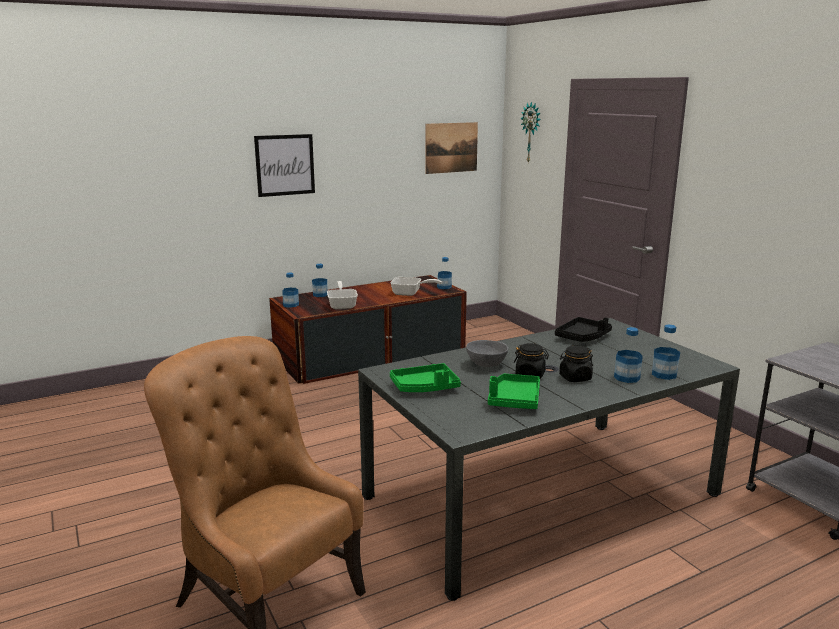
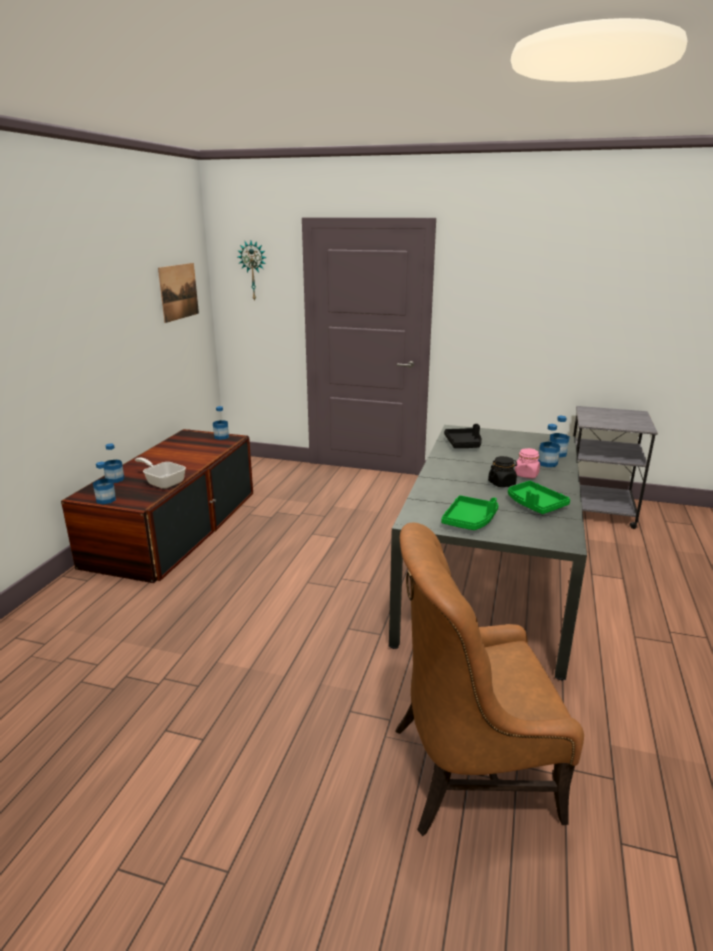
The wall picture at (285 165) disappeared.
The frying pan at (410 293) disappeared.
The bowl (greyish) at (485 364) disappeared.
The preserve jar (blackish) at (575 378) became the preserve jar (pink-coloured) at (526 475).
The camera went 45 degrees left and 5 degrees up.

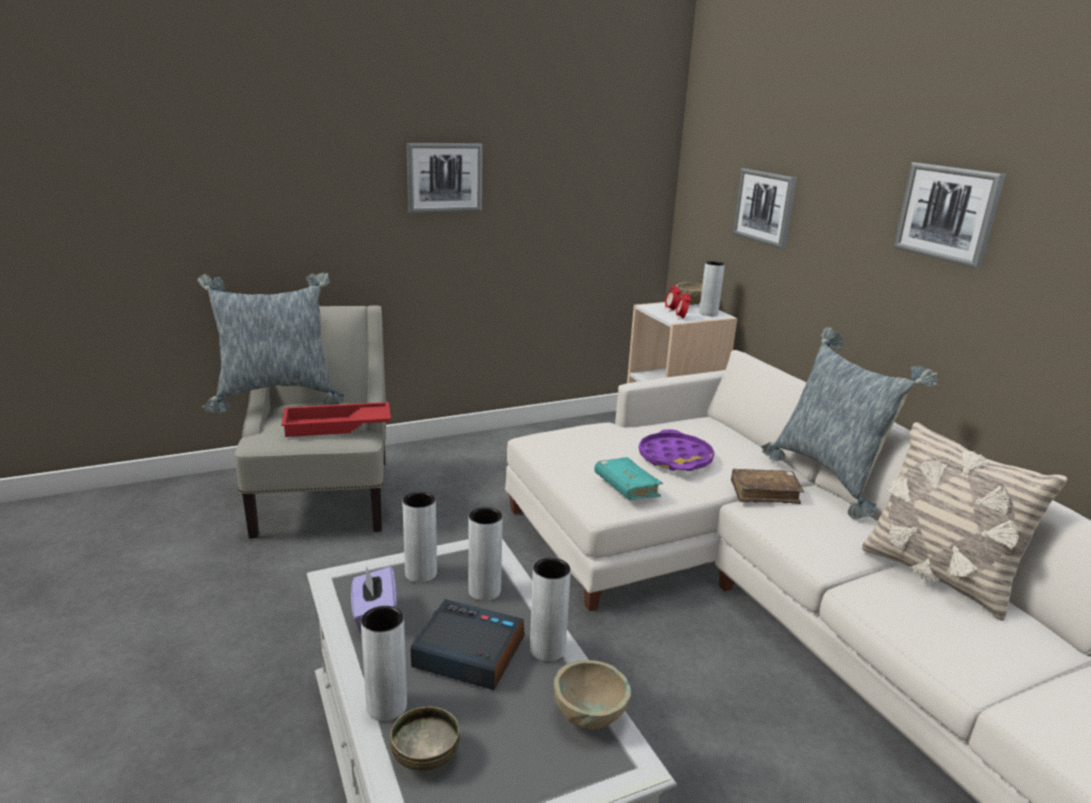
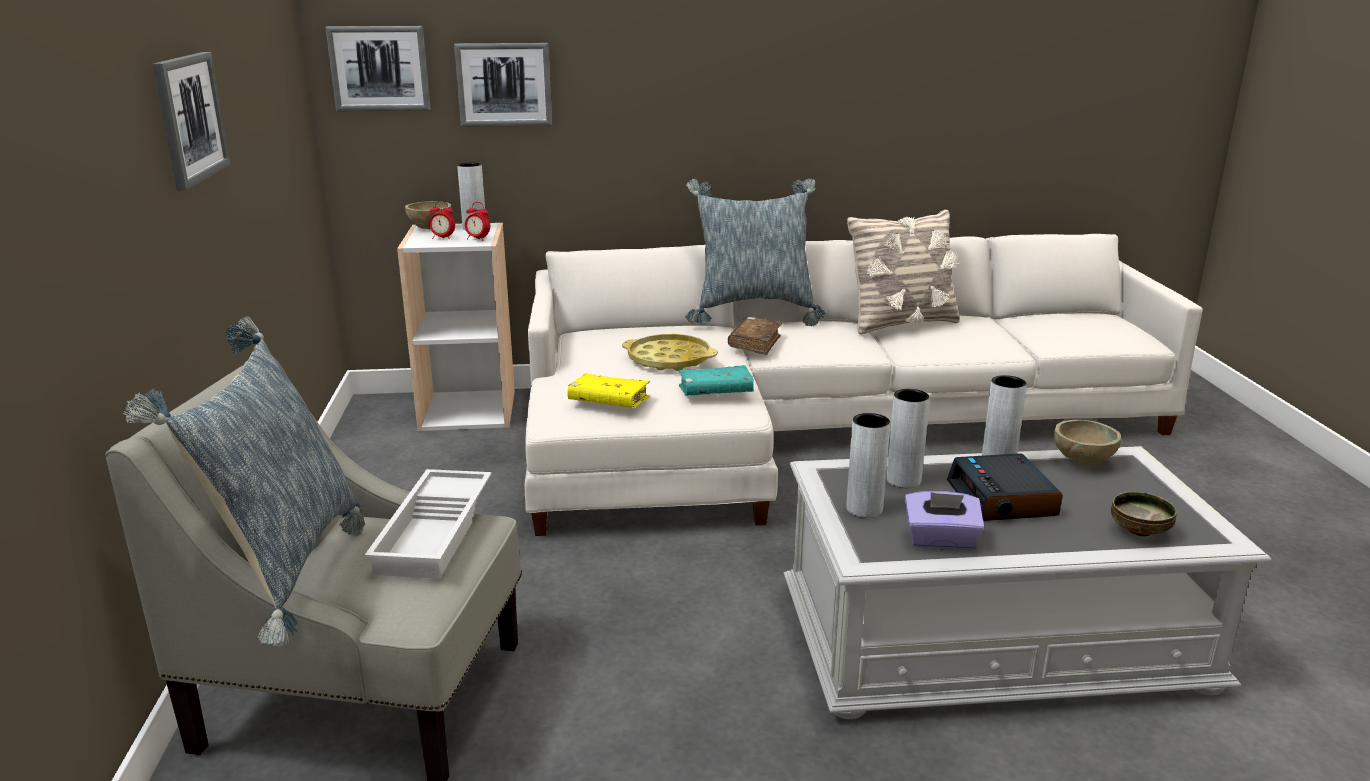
The wall picture moved from (947 213) to (379 68).
The serving tray (reddish) at (336 426) became the serving tray (whitish) at (437 532).
The serving tray (purple) at (675 458) became the serving tray (yellow-coloured) at (669 359).
The table clock at (467 653) turned 45 degrees counterclockwise.
The vase (greyish) at (386 706) disappeared.
The book (yellow-coloured) at (608 401) appeared.
The camera went 70 degrees left and 0 degrees up.

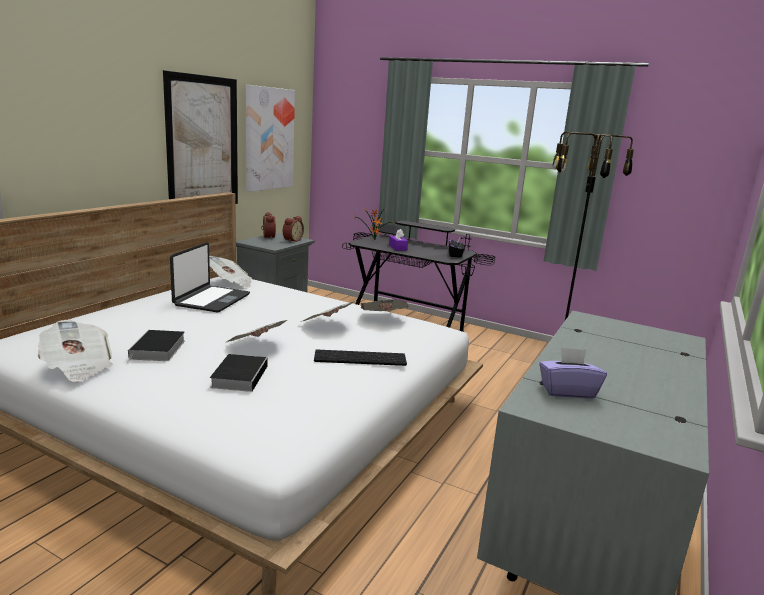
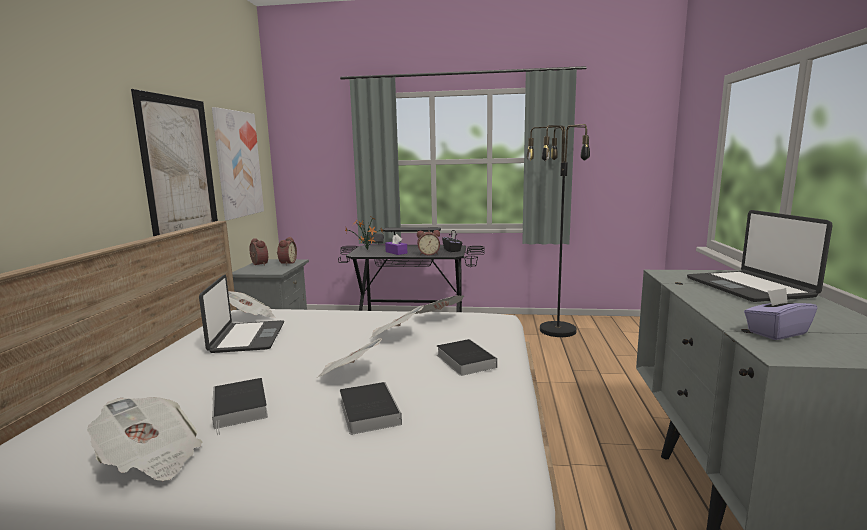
The keyboard at (359 358) was replaced by the book at (464 360).
The portable computer at (749 287) appeared.
The table clock at (428 254) appeared.
The camera went 20 degrees left and 5 degrees down.

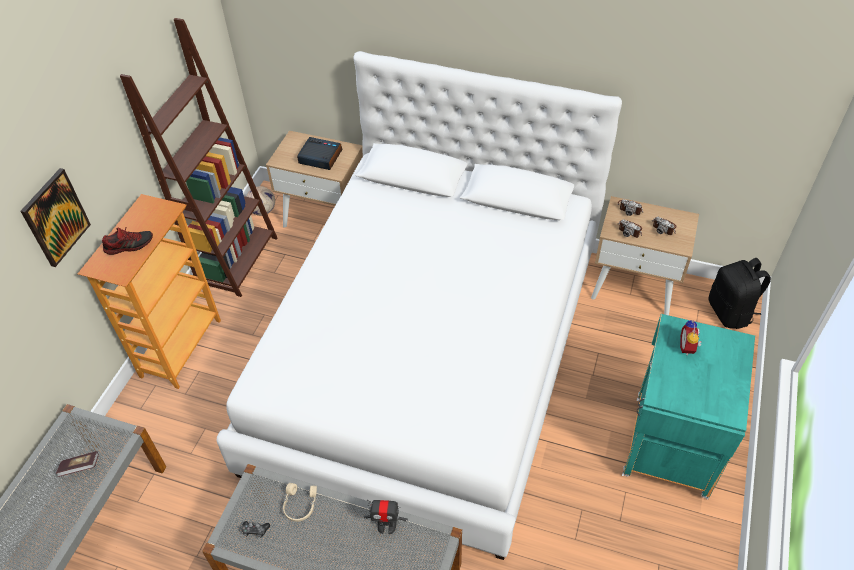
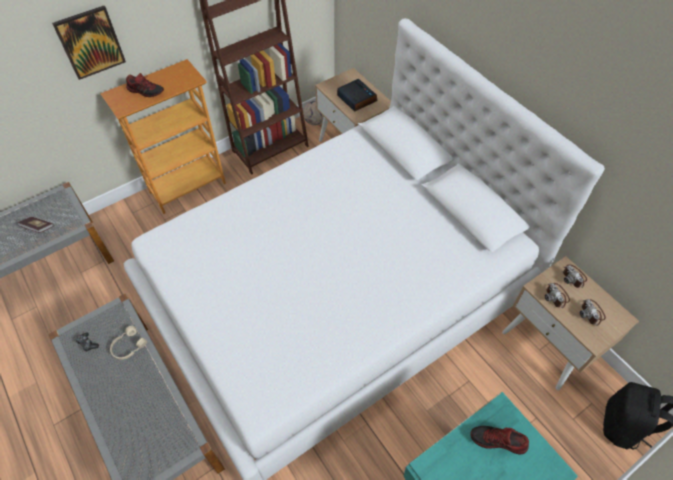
The table clock at (688 347) was replaced by the item of footwear at (498 441).
The robot figure at (386 526) disappeared.
The camera went 35 degrees right and 5 degrees up.

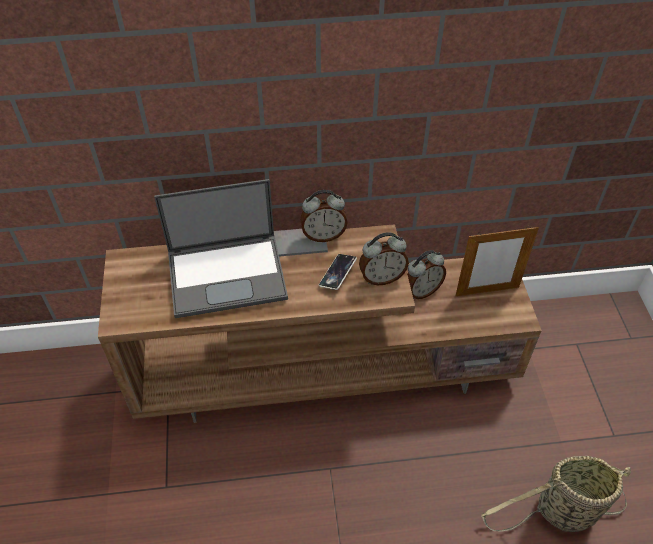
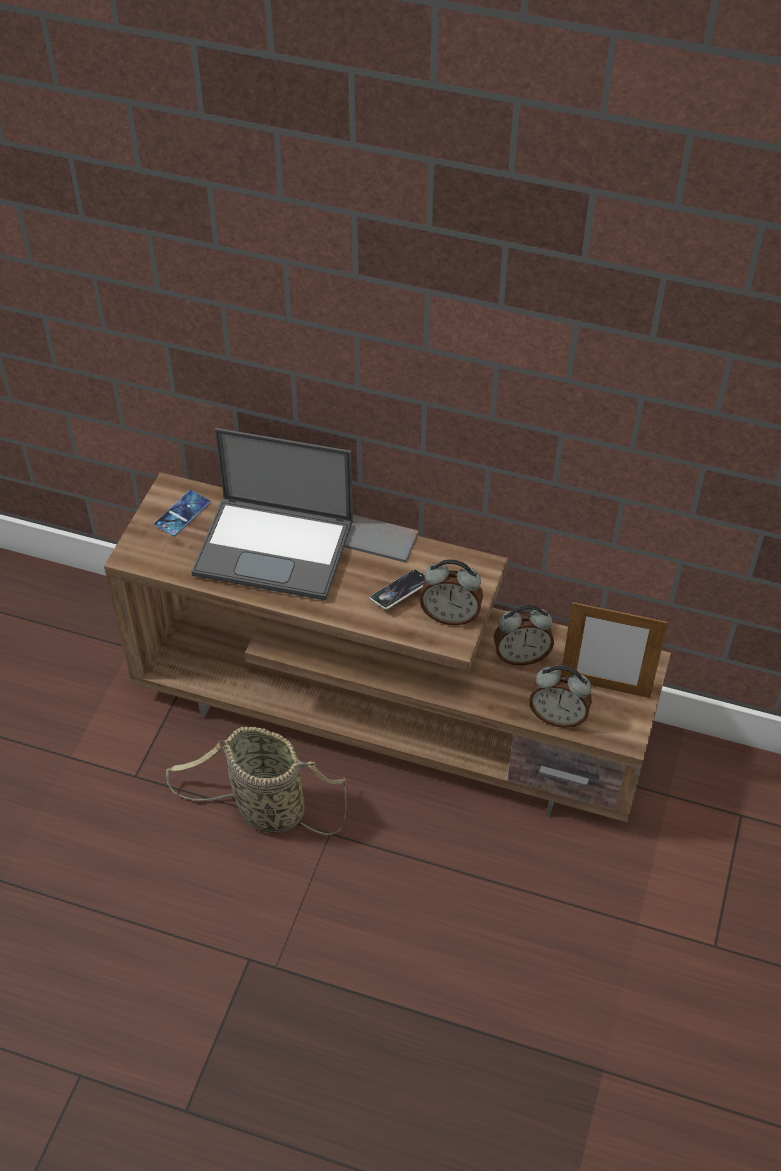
The table clock moved from (323 235) to (558 716).
The storage basket moved from (561 512) to (265 809).
The handset at (182 513) appeared.
The camera went 25 degrees right and 0 degrees up.

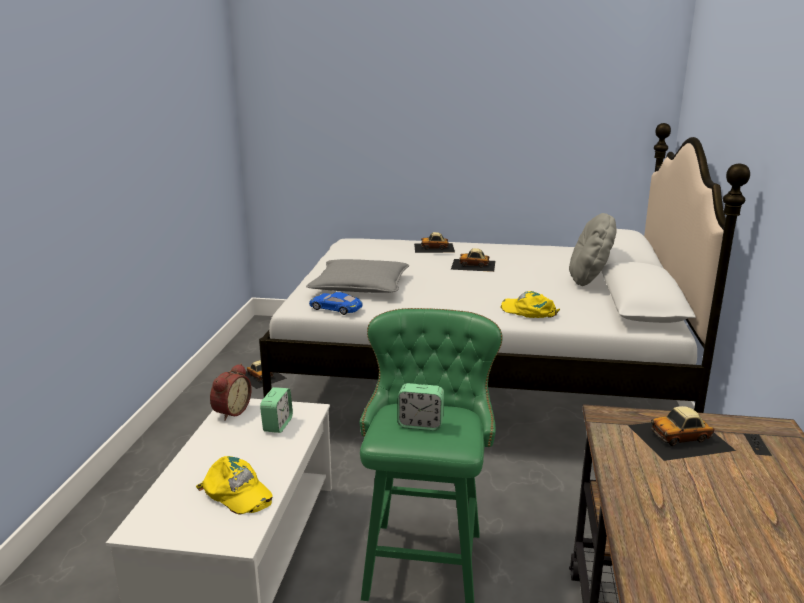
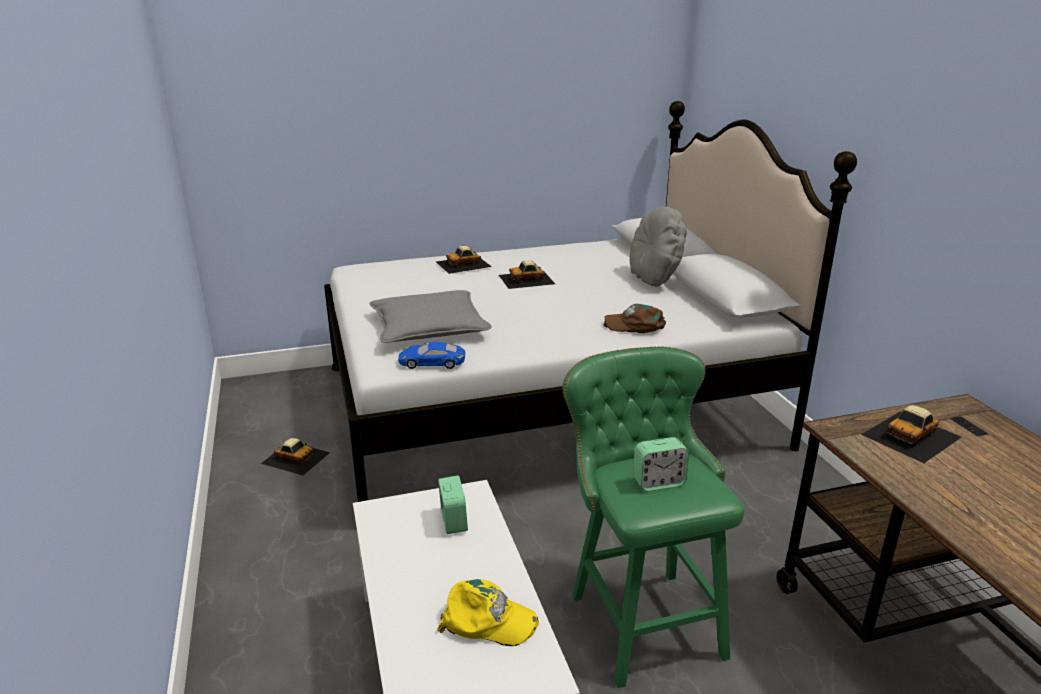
The baseball cap (yellow-coloured) at (529 311) became the baseball cap (brown-coloured) at (635 325).
The table clock at (230 411) disappeared.
The camera went 25 degrees left and 5 degrees up.

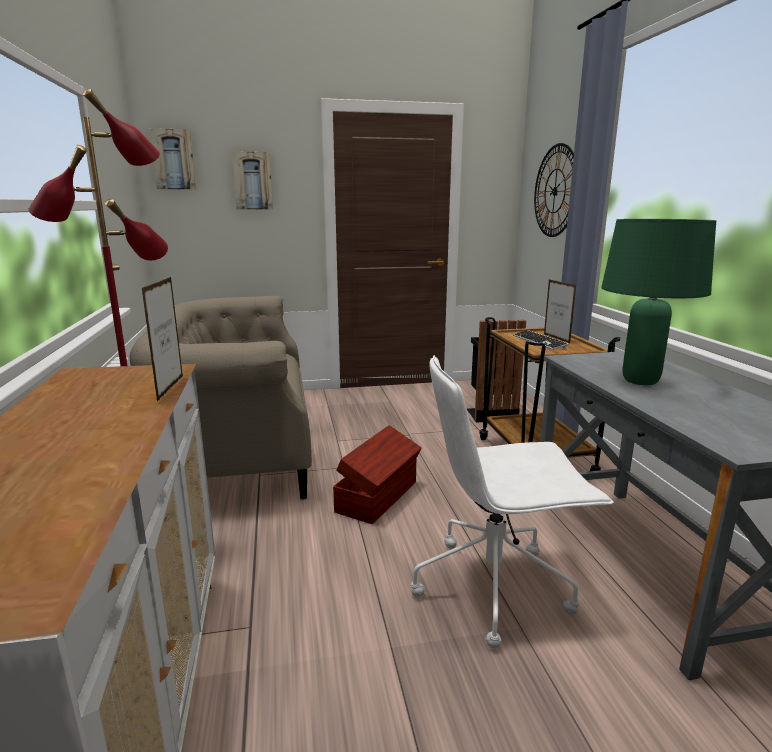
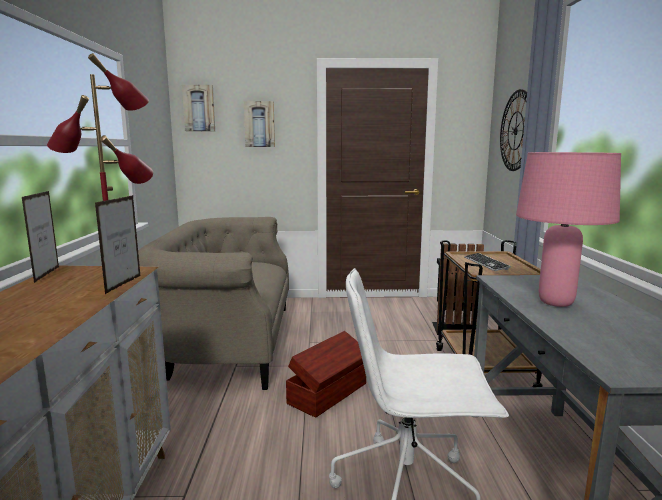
The tabletop lamp (greenish) at (639 381) became the tabletop lamp (pink-coloured) at (555 302).
The picture frame moved from (556 338) to (47 274).
The camera went 10 degrees right and 5 degrees down.

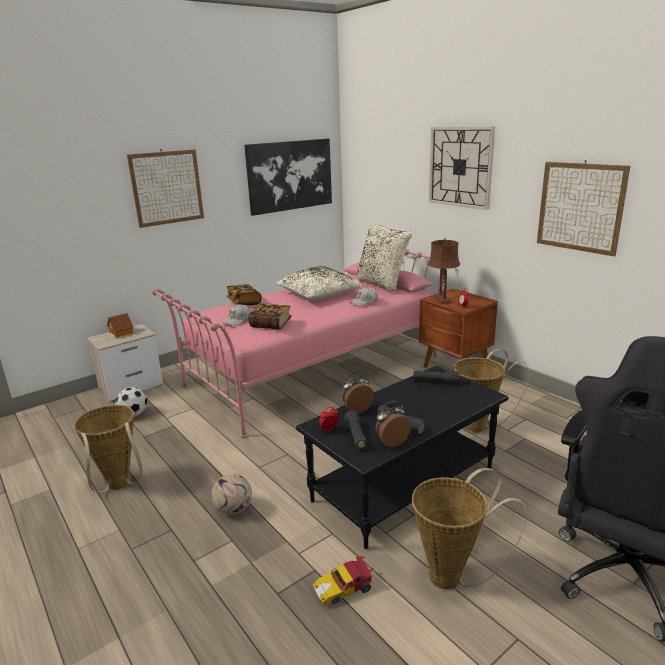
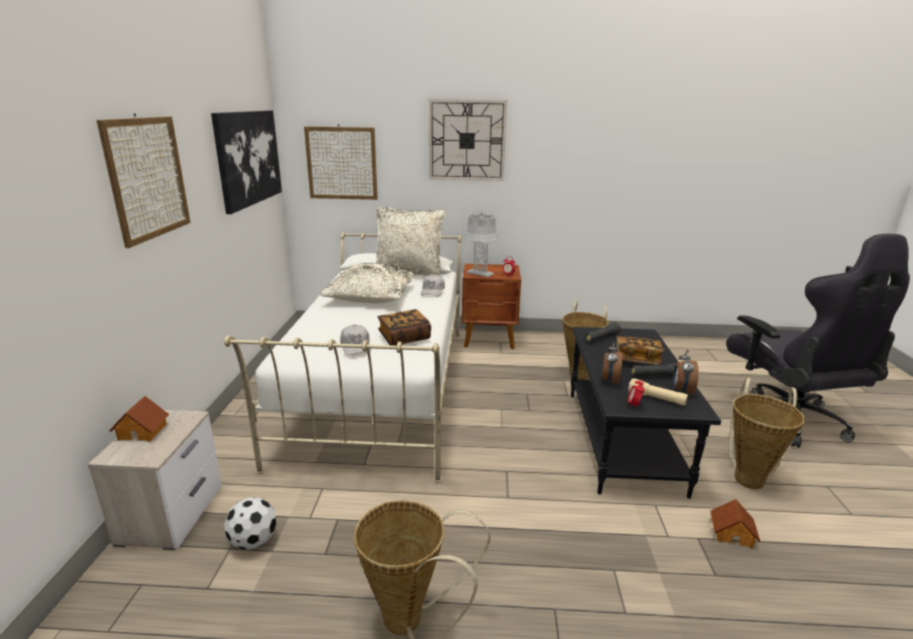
The wall picture moved from (580 205) to (341 162).
The tabletop lamp (brown-coloured) at (442 299) became the tabletop lamp (greyish) at (479 273).
The bed (pink-coloured) at (315 370) became the bed (whitish) at (380 388).
The book moved from (244 302) to (636 360).
The torch (blackish) at (356 436) became the torch (beige) at (656 398).
The football ball at (233 509) disappeared.
The model car at (344 588) was replaced by the miniature house at (732 533).
The camera went 50 degrees left and 0 degrees up.

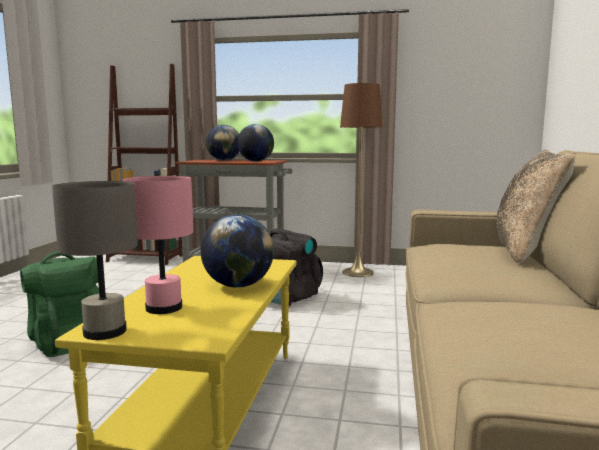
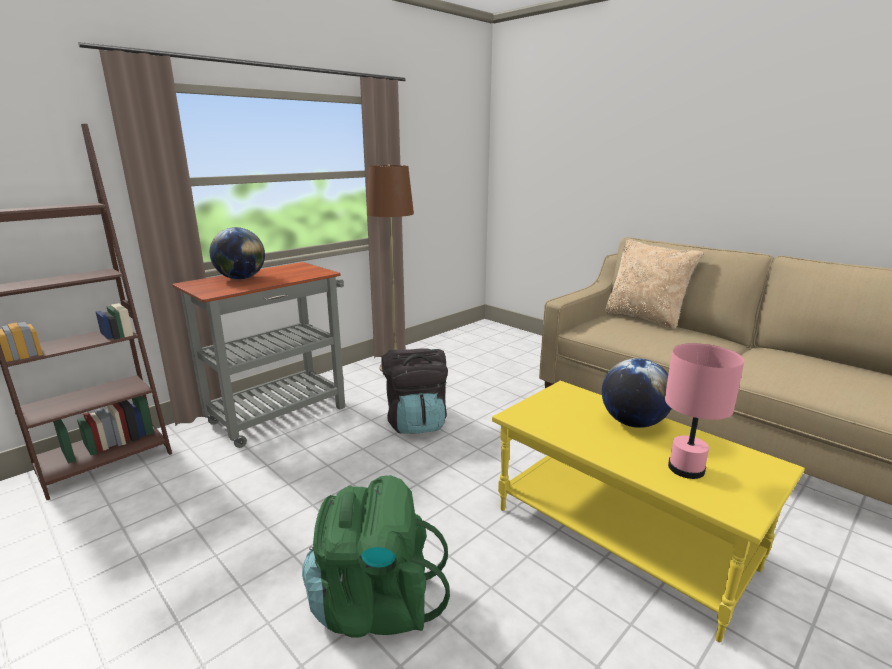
The world globe at (256 161) disappeared.
The tabletop lamp (greyish) at (104 331) disappeared.
The camera went 55 degrees left and 10 degrees up.

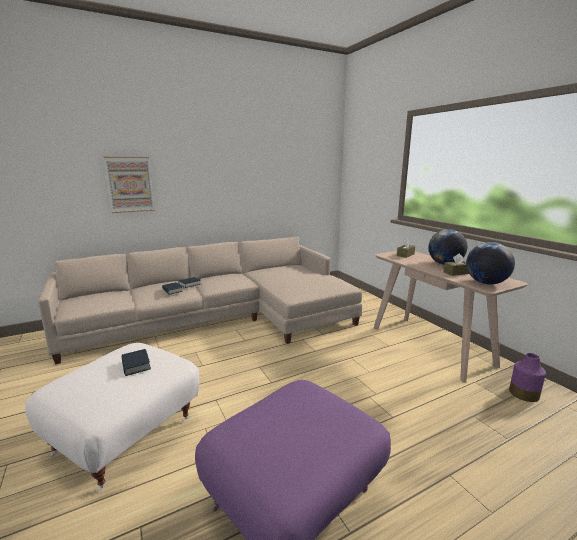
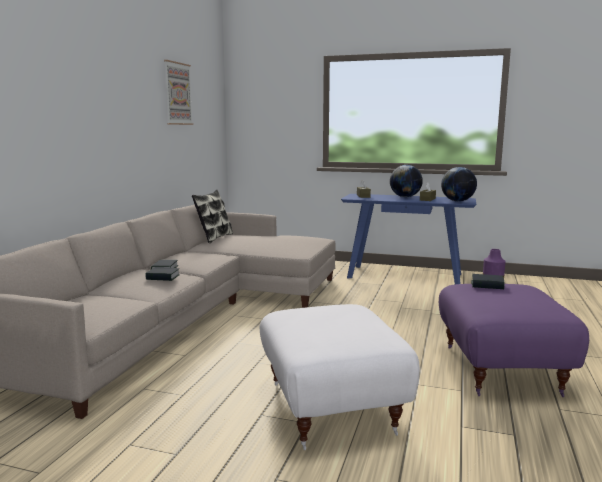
The wall picture moved from (130 184) to (178 94).
The console table (beige) at (430 345) became the console table (bluish) at (404 276).
The book moved from (136 365) to (487 285).
The throw pillow at (214 238) appeared.
The camera went 45 degrees left and 5 degrees down.

